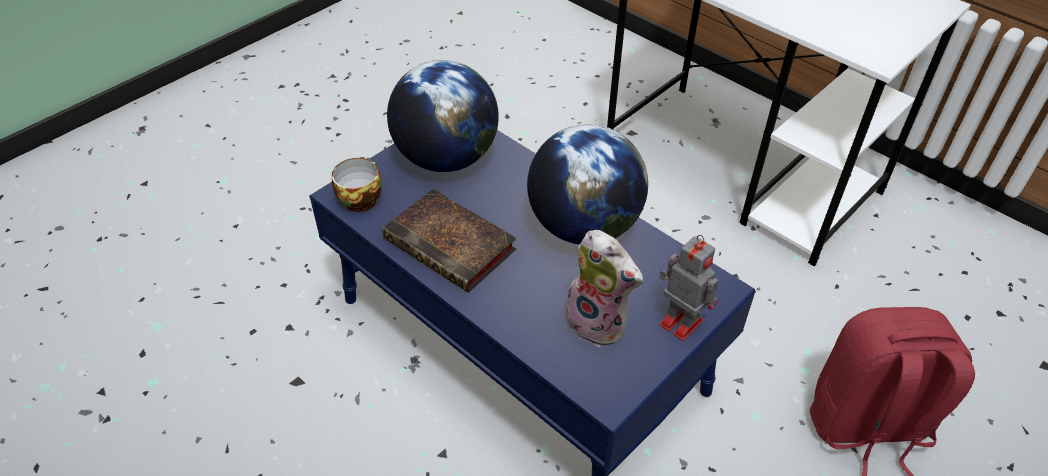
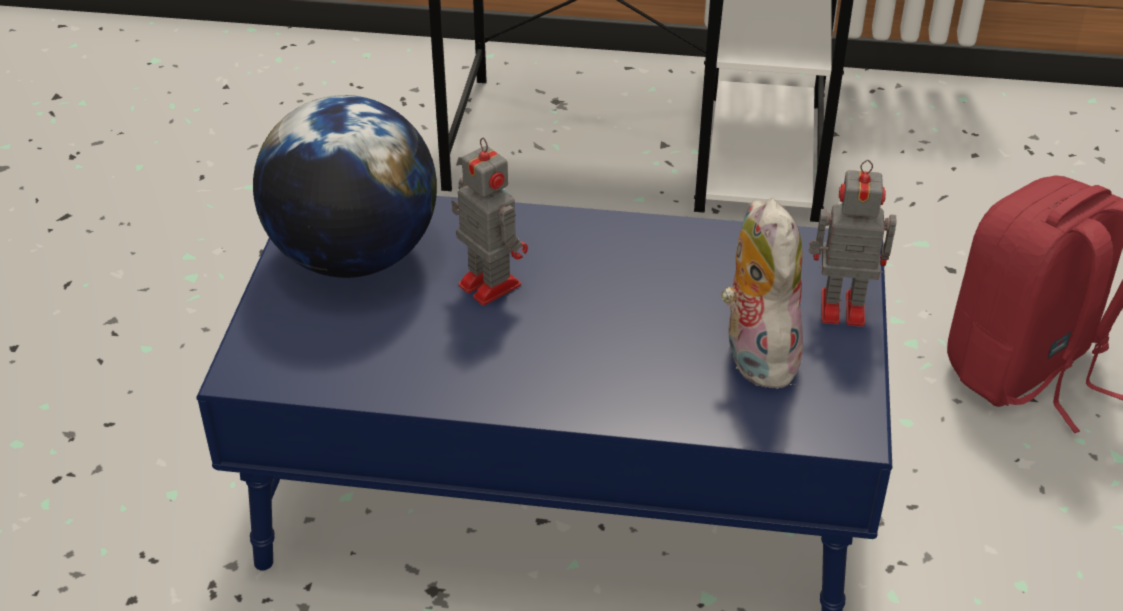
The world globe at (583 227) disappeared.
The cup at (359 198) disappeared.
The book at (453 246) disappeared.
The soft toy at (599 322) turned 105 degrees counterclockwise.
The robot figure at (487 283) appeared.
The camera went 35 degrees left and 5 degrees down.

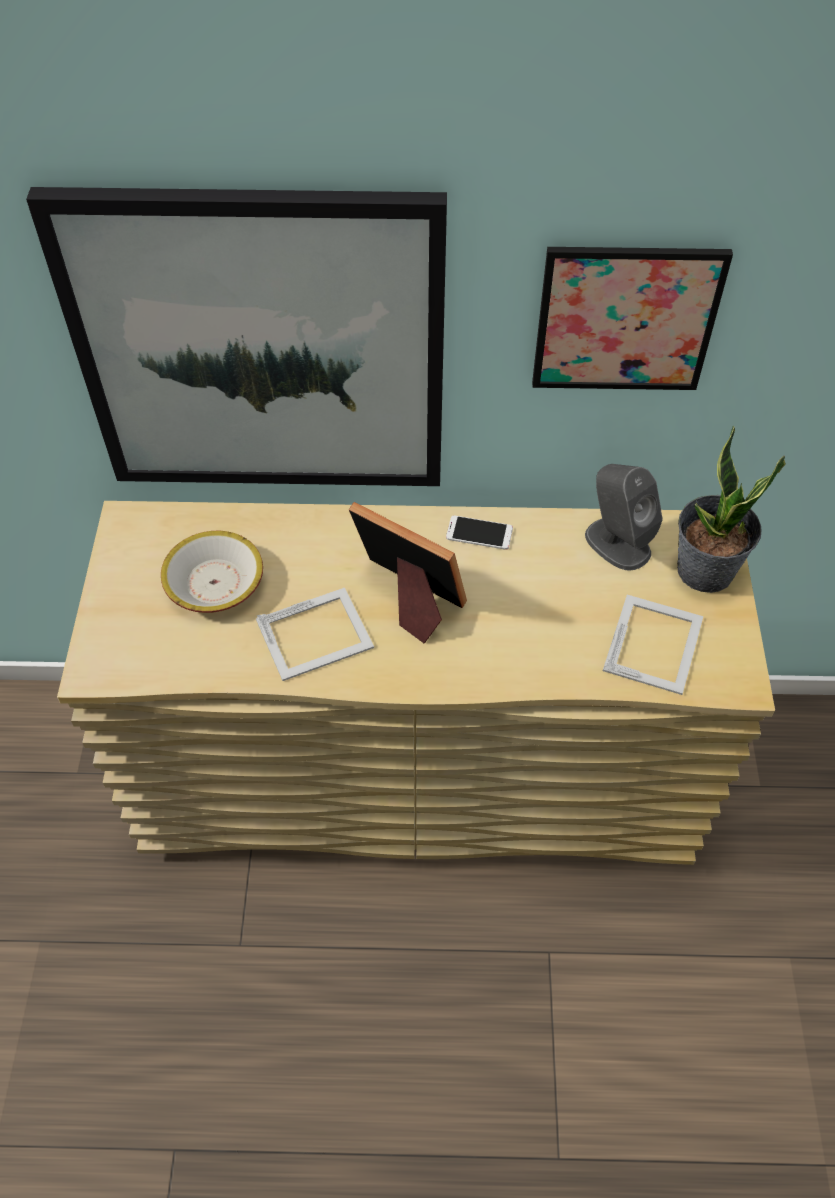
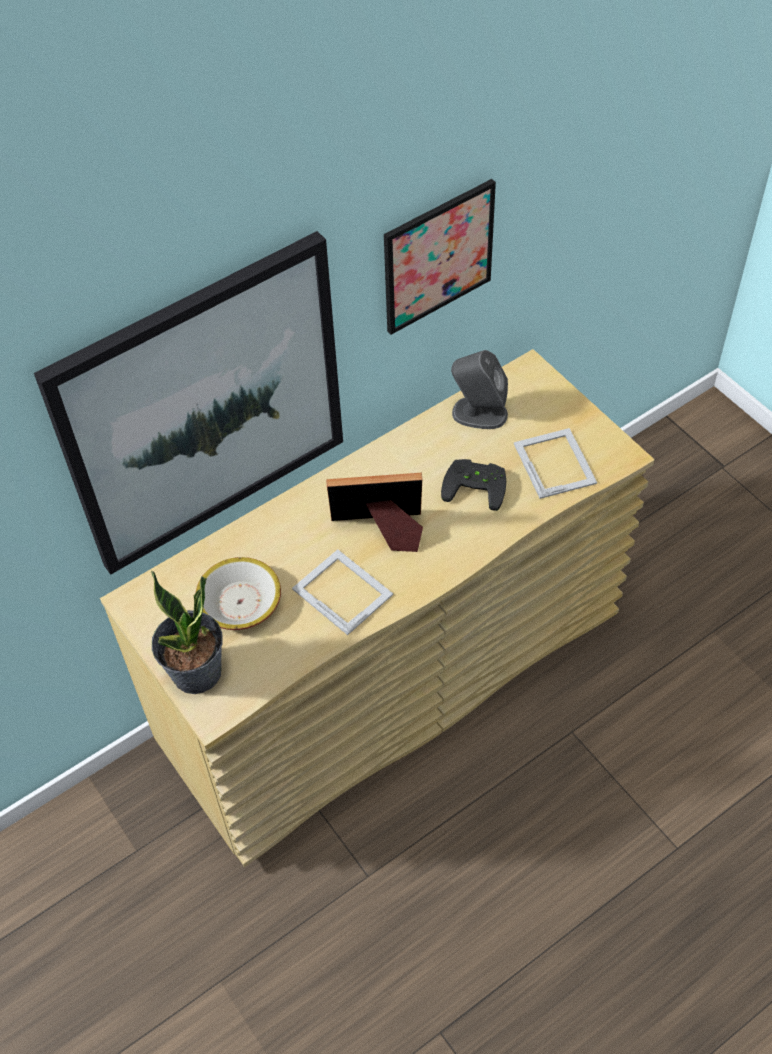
The plant in a pot moved from (704 571) to (196 673).
The handset at (479 533) disappeared.
The picture frame at (316 634) turned 75 degrees counterclockwise.
The game controller (blackish) at (476 484) appeared.
The camera went 35 degrees left and 0 degrees up.

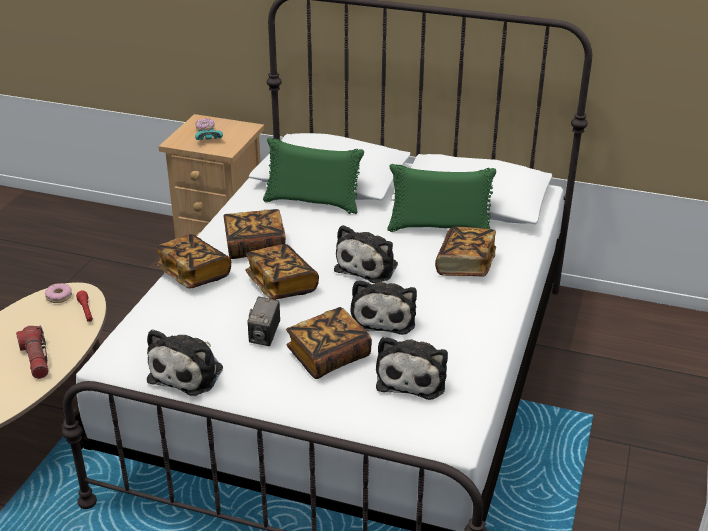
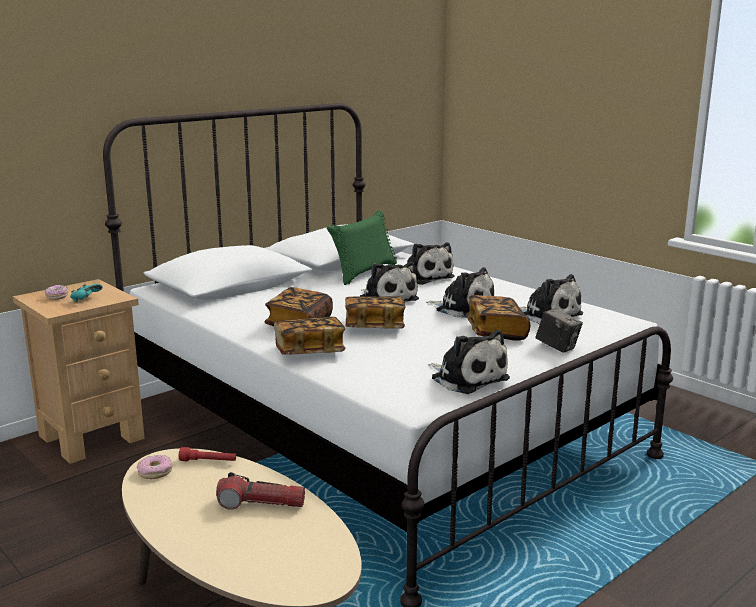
The throw pillow (greenish) at (312 203) disappeared.
The book at (465 265) was replaced by the soft toy at (424 277).
The still camera moved from (265 336) to (557 347).
The camera went 60 degrees left and 15 degrees down.

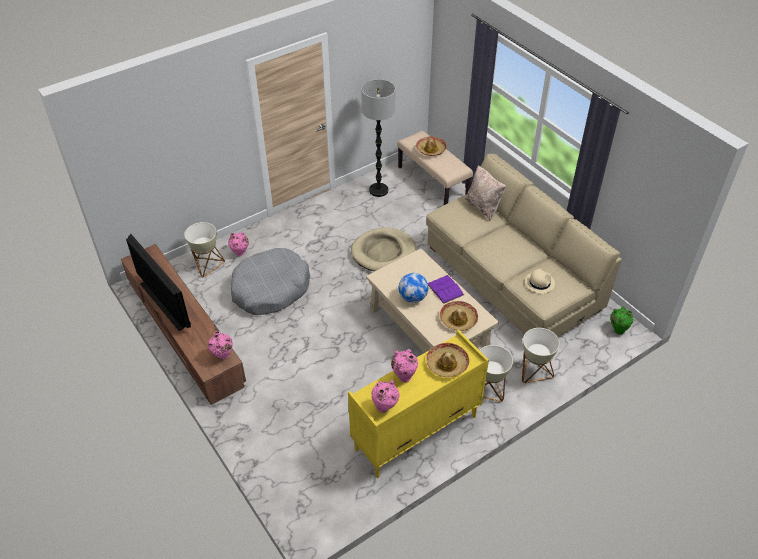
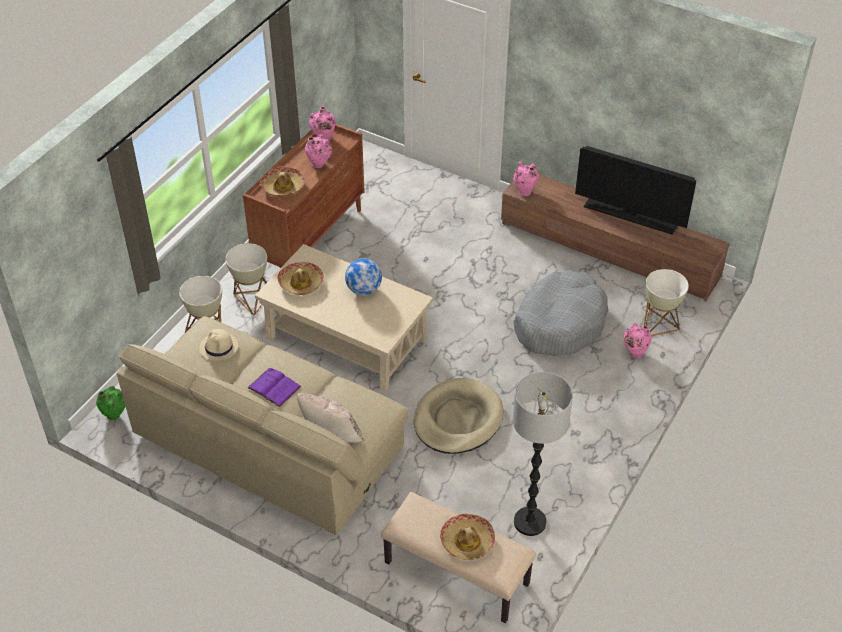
The book (purple) moved from (445 289) to (274 387).
The storage cabinet (yellow-coloured) at (415 433) became the storage cabinet (brown-coloured) at (311 239).
The camera went 155 degrees right and 0 degrees up.

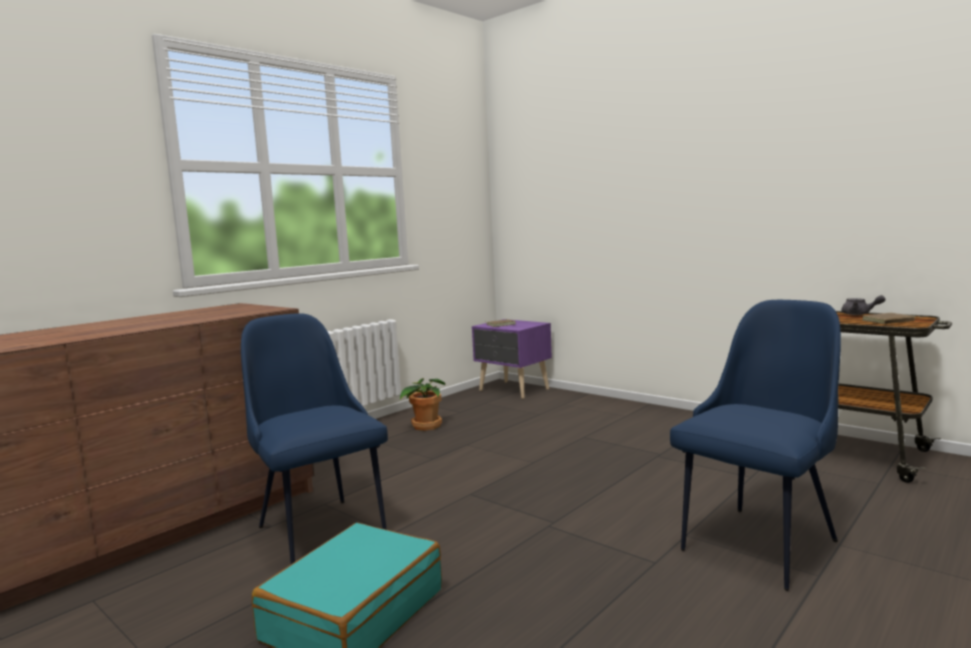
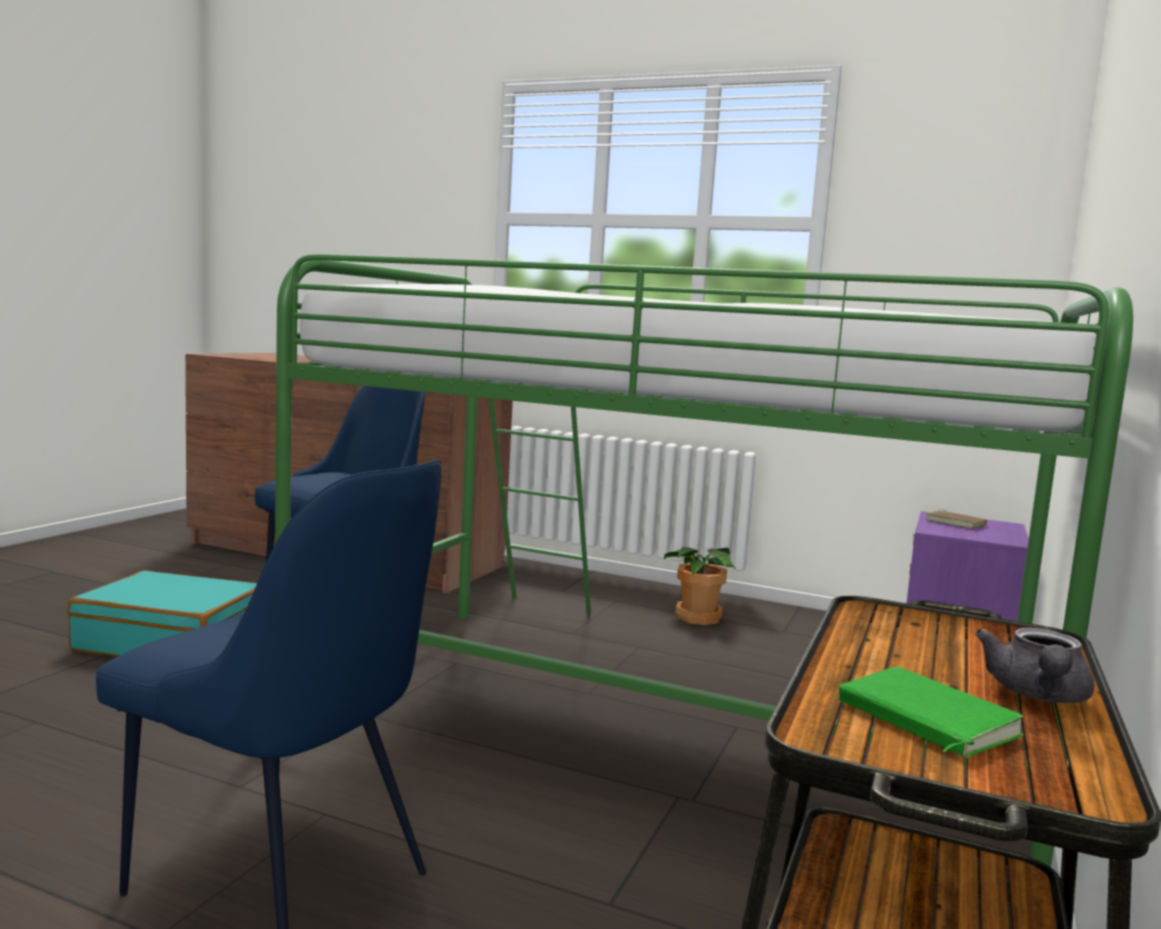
The book (brown-coloured) at (889 321) became the book (greenish) at (923 720).
The bed (greenish) at (653 719) appeared.
The camera went 70 degrees right and 0 degrees up.

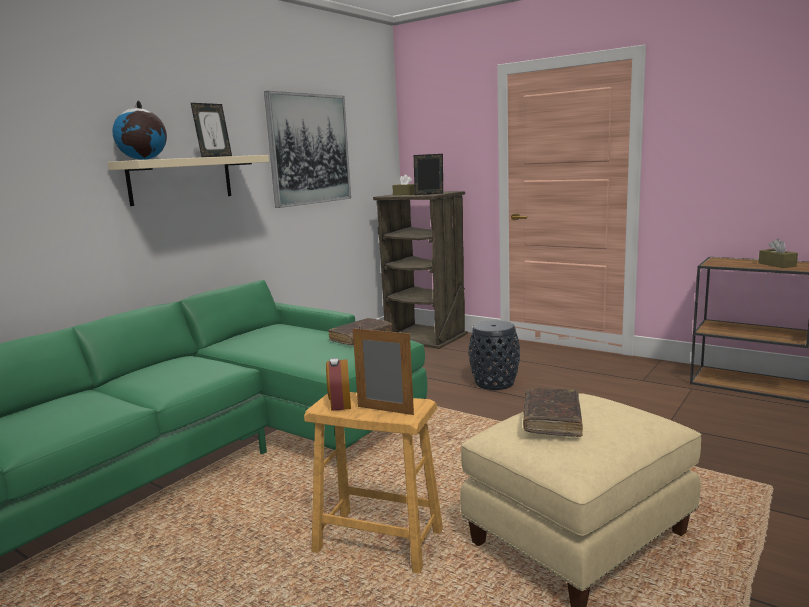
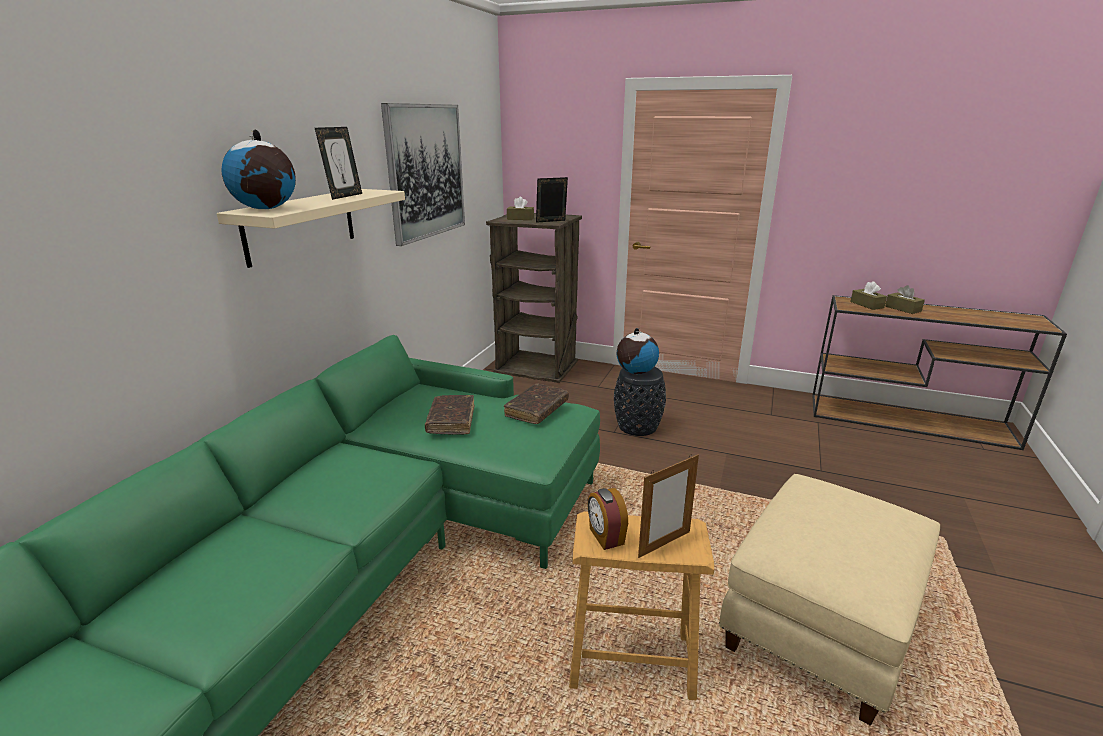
The picture frame at (385 410) turned 135 degrees clockwise.
The book (brown-coloured) moved from (552 420) to (451 421).
The tissue box (brown-coloured) at (866 305) appeared.
The world globe at (636 372) appeared.
The camera went 15 degrees left and 10 degrees up.

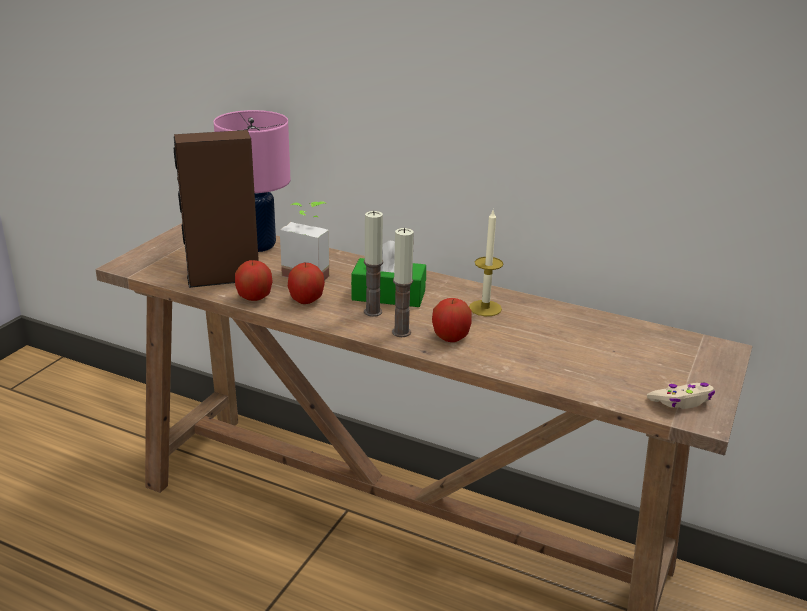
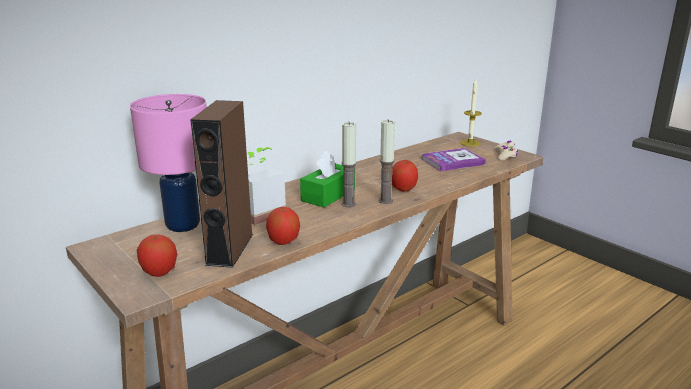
The wax candle moved from (485 308) to (470 143).
The apple fruit moved from (306 300) to (159 272).
The book at (452 161) appeared.
The camera went 65 degrees left and 5 degrees down.

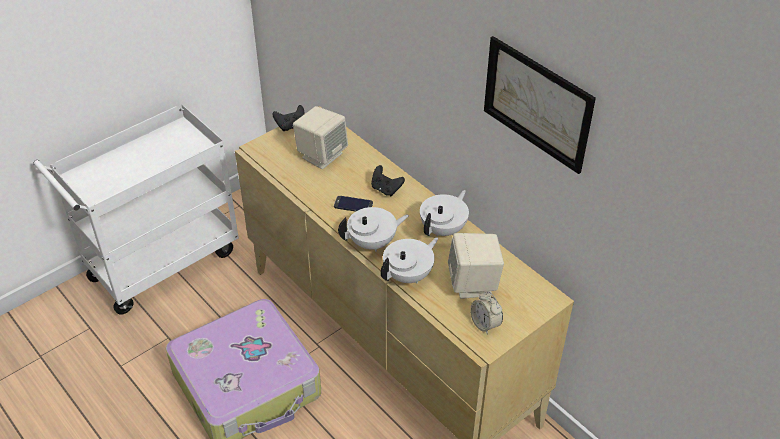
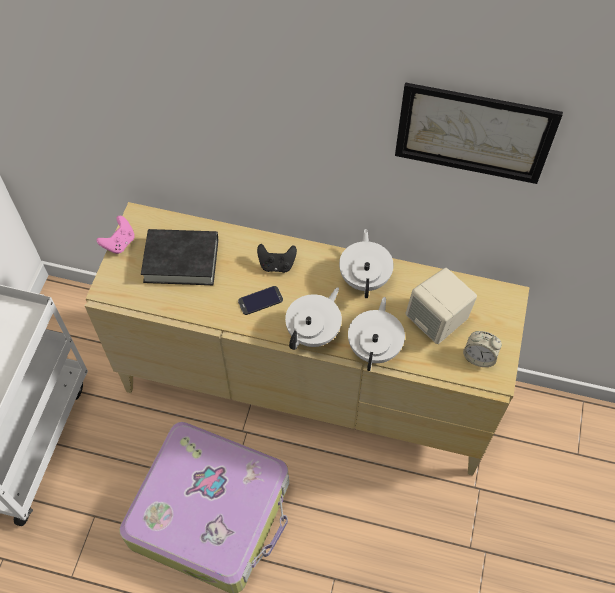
The game controller (blackish) at (291 126) became the game controller (pink-coloured) at (119 243).
The loudspeaker (beige) at (321 155) was replaced by the book (blackish) at (181 260).
The camera went 35 degrees left and 15 degrees up.

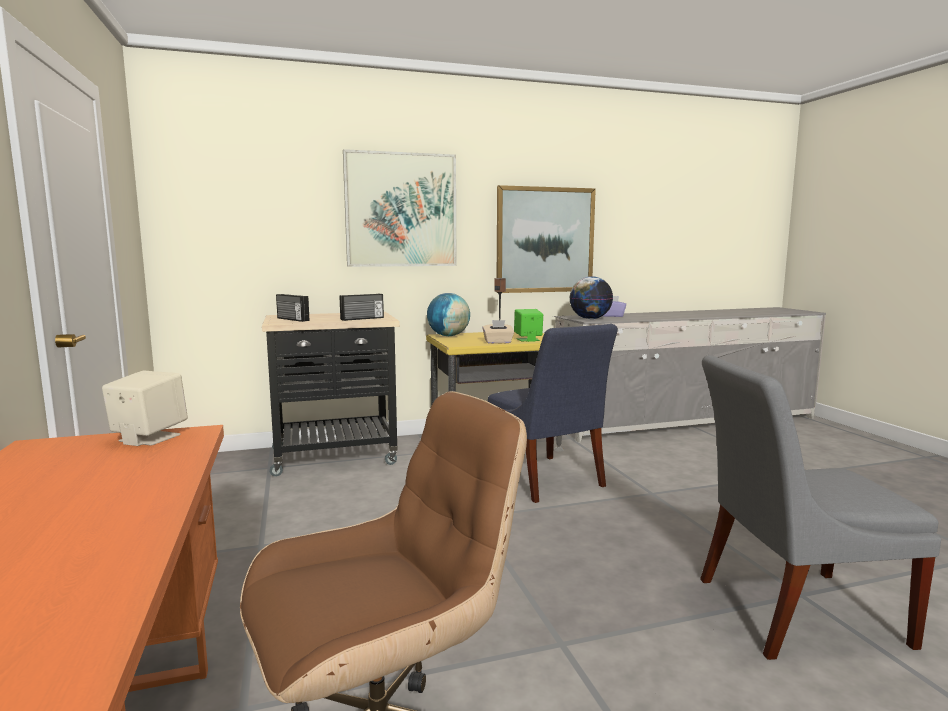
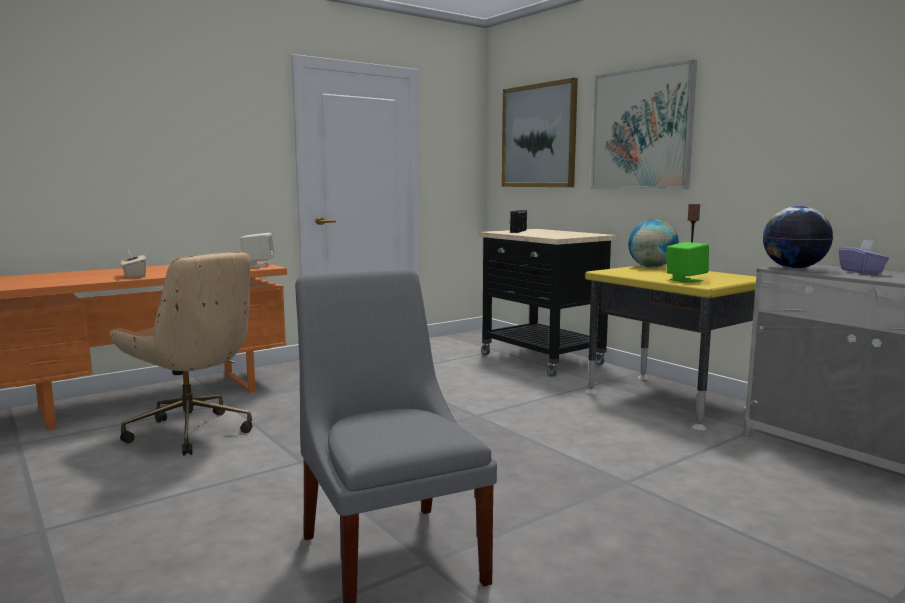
The wall picture moved from (545 240) to (538 136).
The radio at (362 318) disappeared.
The tissue box (beige) moved from (498 342) to (134 276).
The upright chair (bluish) at (546 480) disappeared.
The camera went 70 degrees right and 0 degrees up.

